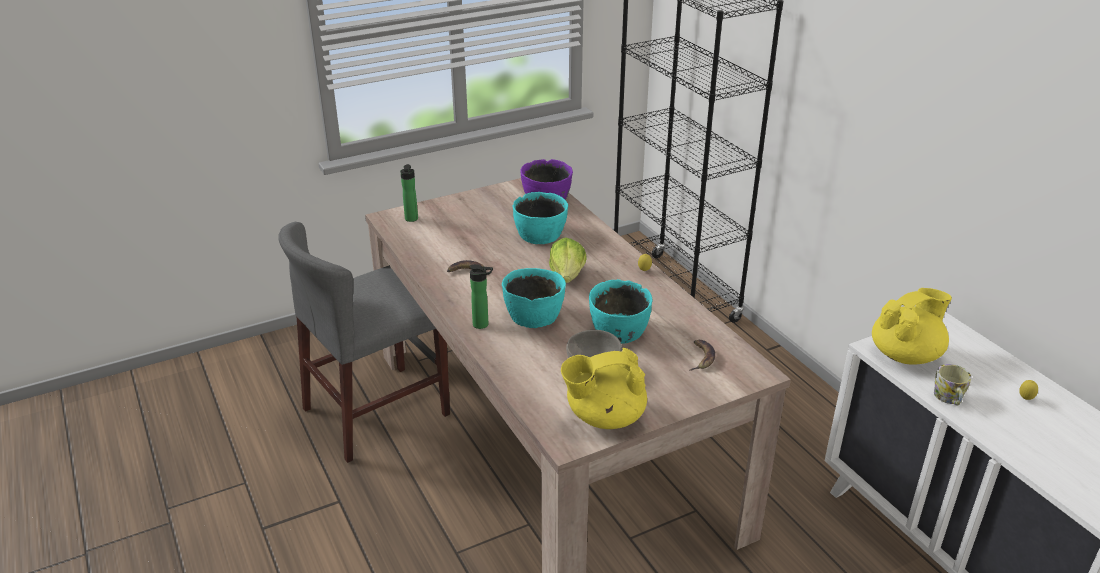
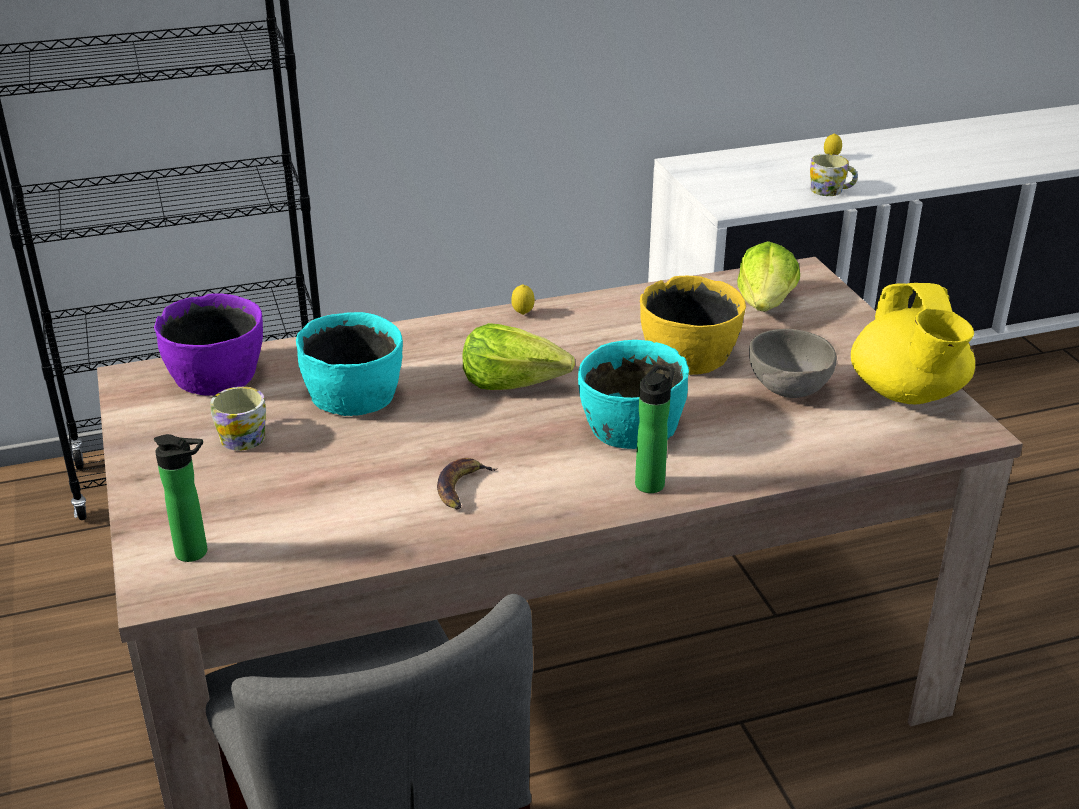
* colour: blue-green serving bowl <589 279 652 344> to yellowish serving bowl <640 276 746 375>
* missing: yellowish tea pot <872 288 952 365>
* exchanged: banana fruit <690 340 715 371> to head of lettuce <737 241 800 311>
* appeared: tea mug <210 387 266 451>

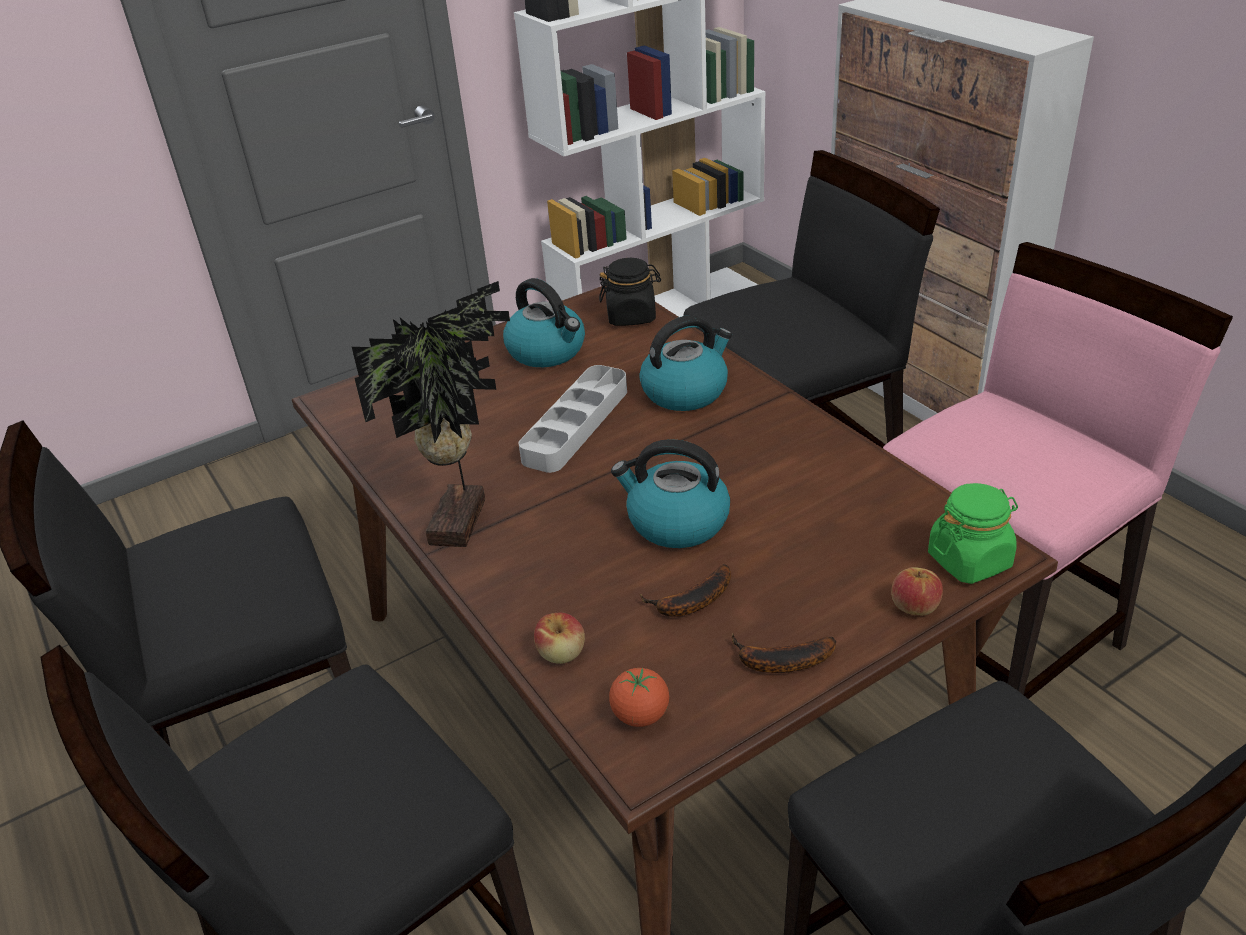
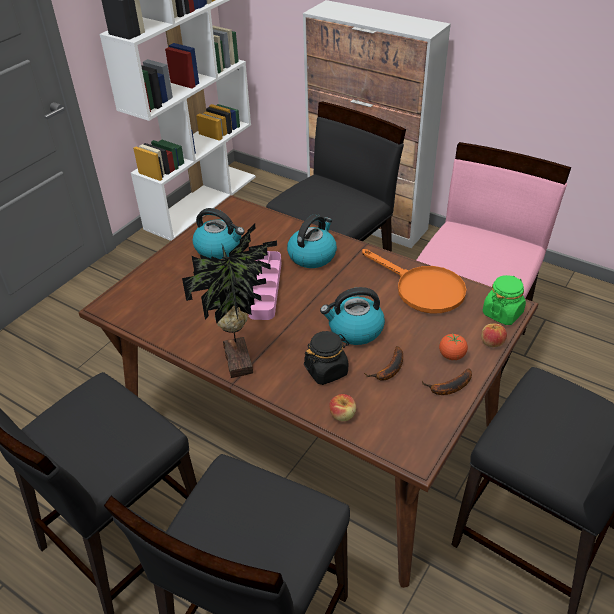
* relocated: black jar <599 258 661 326> to <304 331 349 385>
* colour: greyish tray <518 365 627 473> to pinkish tray <249 251 281 320>
* relocated: whole tomato <609 668 669 727> to <439 334 468 360>
* appeared: orangey pan <362 249 467 313>

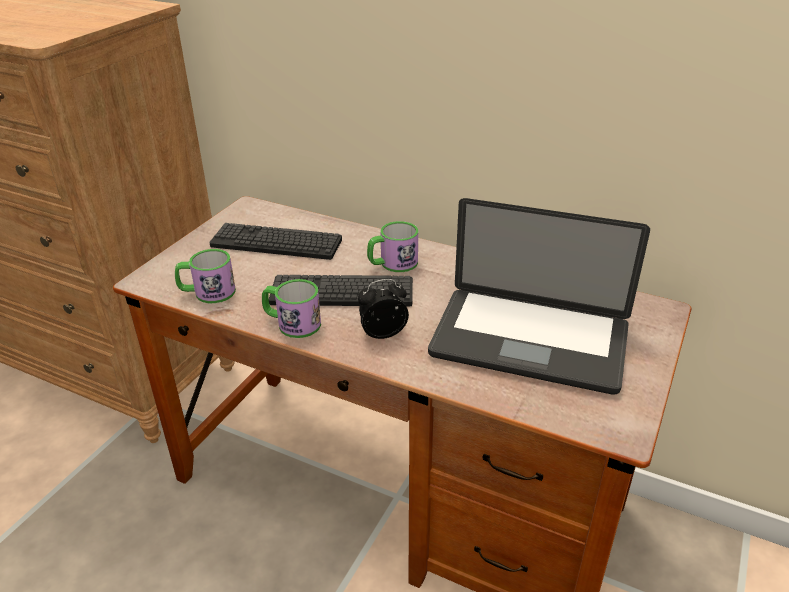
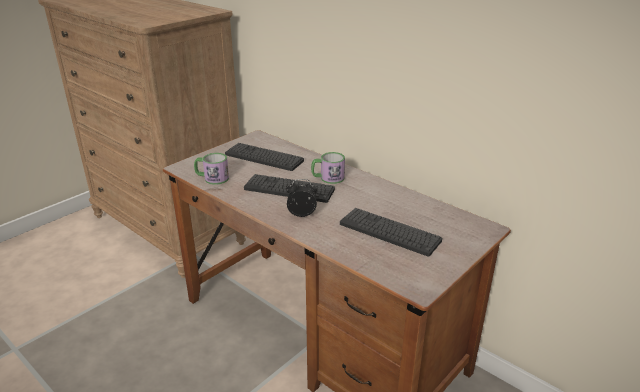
* exchanged: notebook computer <428 198 650 395> to keyboard <340 208 442 257>
* missing: tea mug <262 279 321 338>

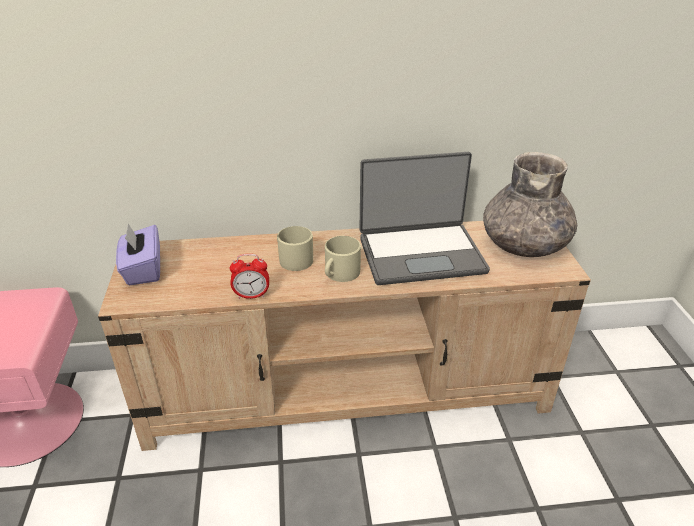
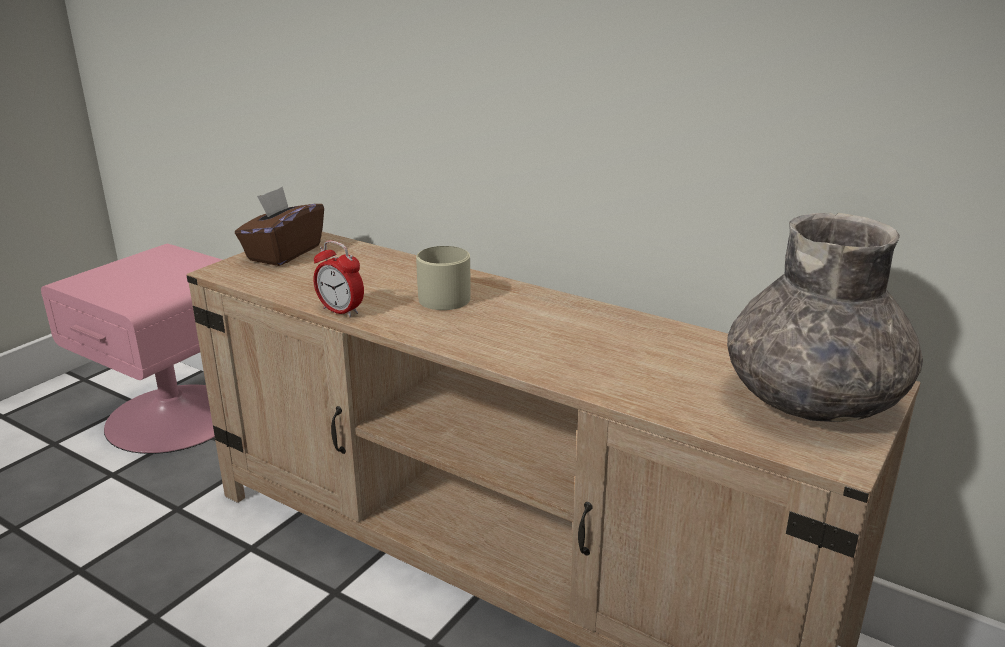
* missing: notebook computer <359 152 490 285>
* colour: purple-coloured box of tissues <116 224 160 285> to brownish box of tissues <235 186 324 266>
* missing: beige tea mug <325 236 361 282>

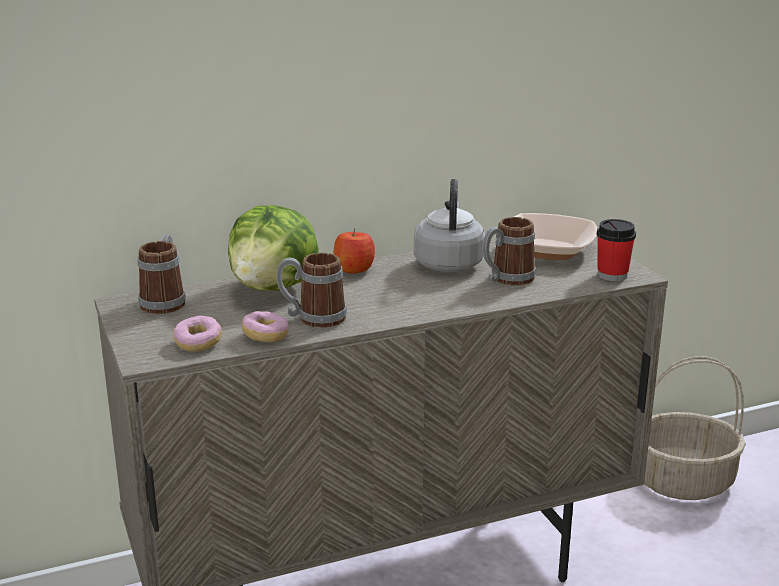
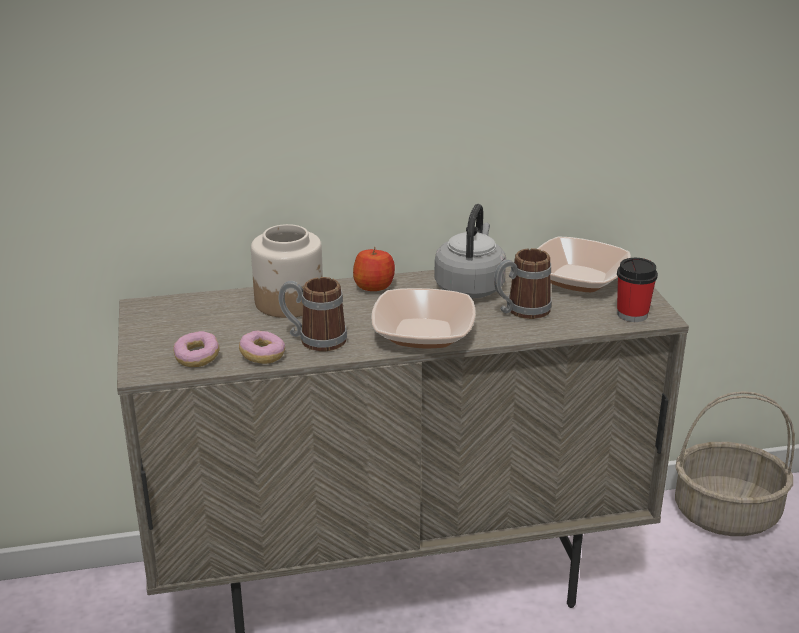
* exchanged: head of lettuce <228 205 319 291> to jar <251 224 323 318>
* missing: tea mug <138 235 186 314>
* appeared: serving bowl <371 288 476 348>

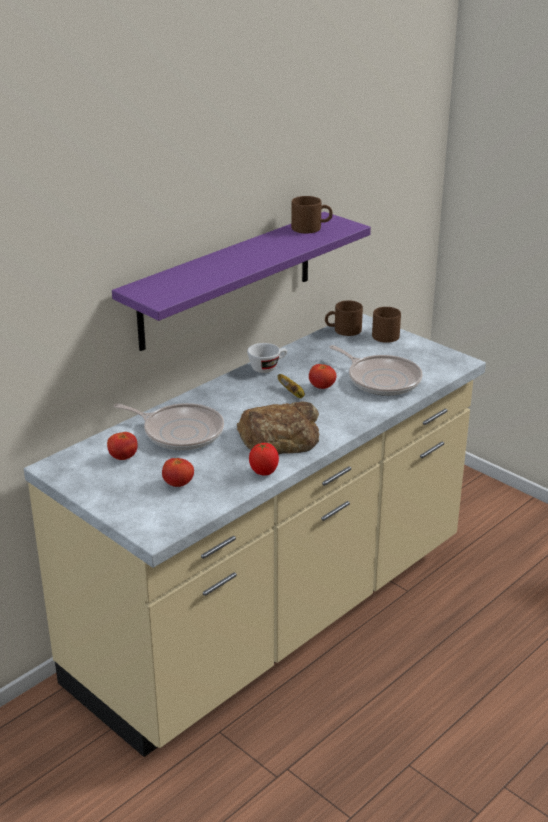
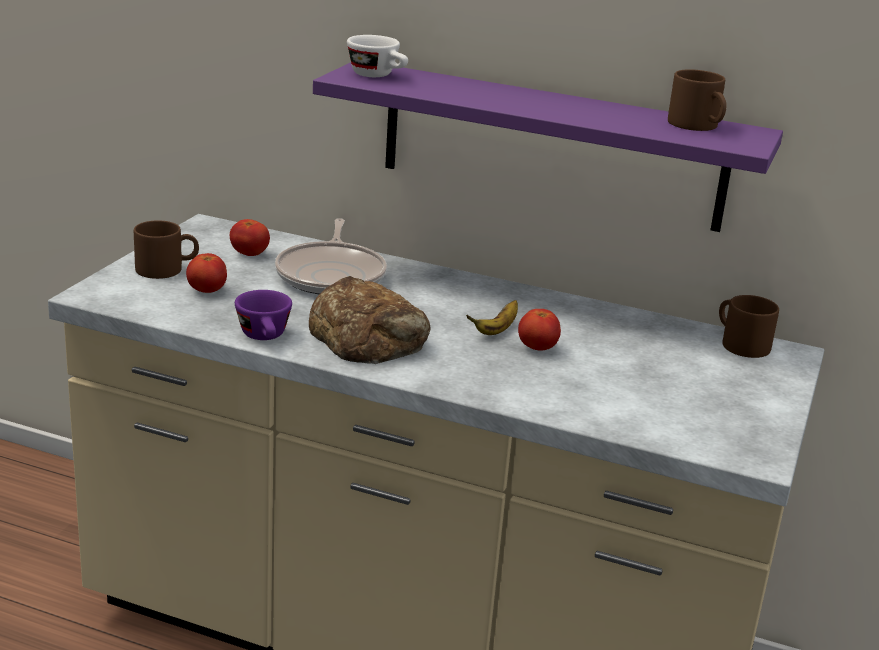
* relocated: brownish tea mug <372 307 401 343> to <134 220 199 279>
* relocated: white drinking cup <247 343 287 373> to <347 35 408 77>
* missing: pan <329 345 423 396>
* exchanged: whole tomato <249 443 279 476> to purple-coloured drinking cup <235 290 292 340>

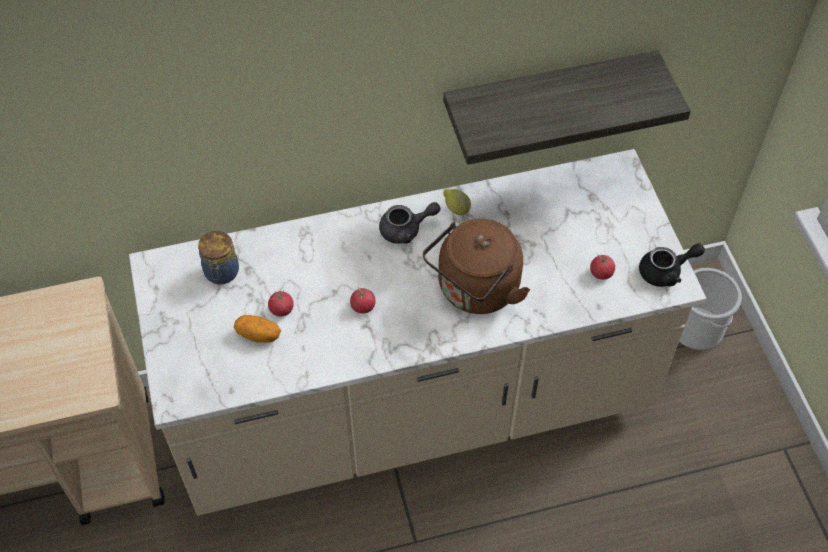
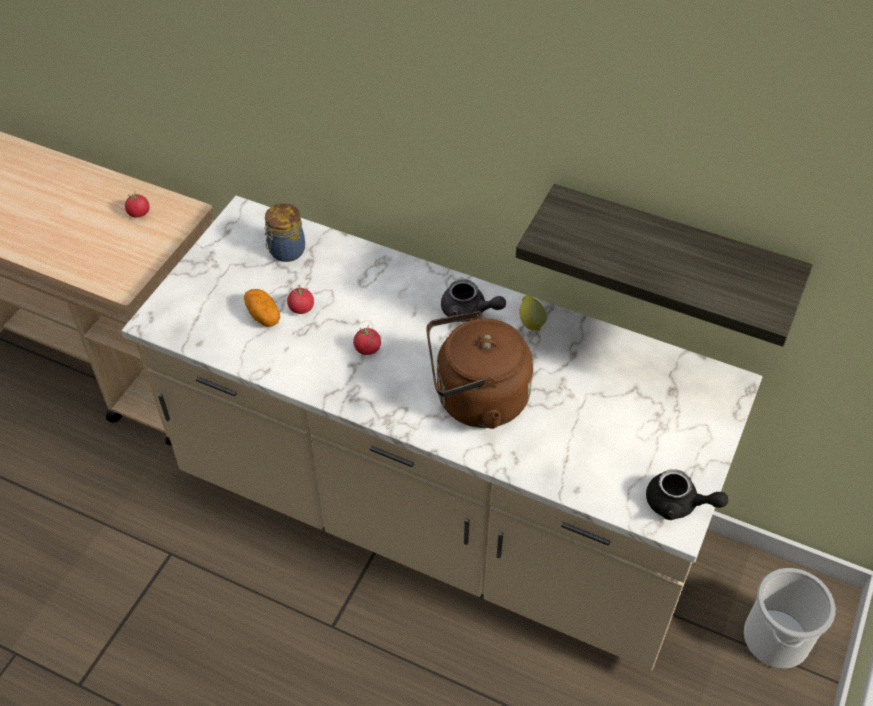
* relocated: whole tomato <590 255 615 280> to <125 192 150 218>

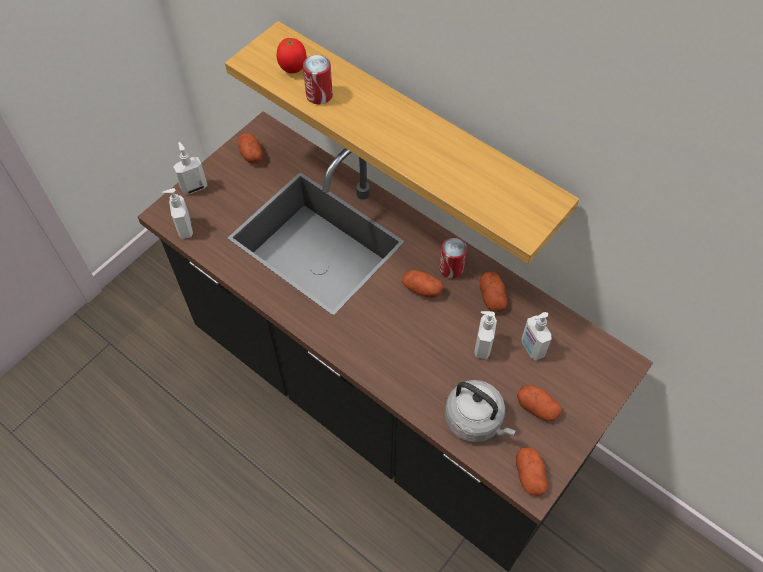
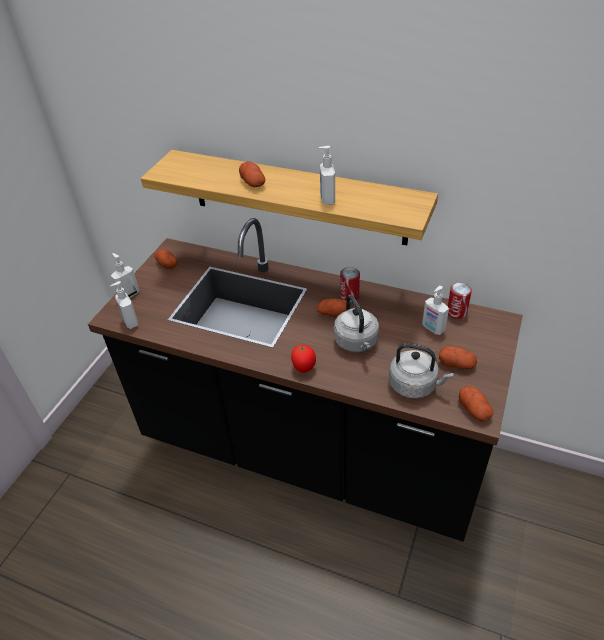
* relocated: whole tomato <277 37 307 73> to <291 345 316 373>
* relocated: can <303 55 333 104> to <448 283 472 319>
* relocated: potato <480 272 507 312> to <239 161 265 187>
* relocated: soap dispenser <474 311 497 360> to <318 146 335 205>
* appeared: greyish kettle <334 295 379 353>

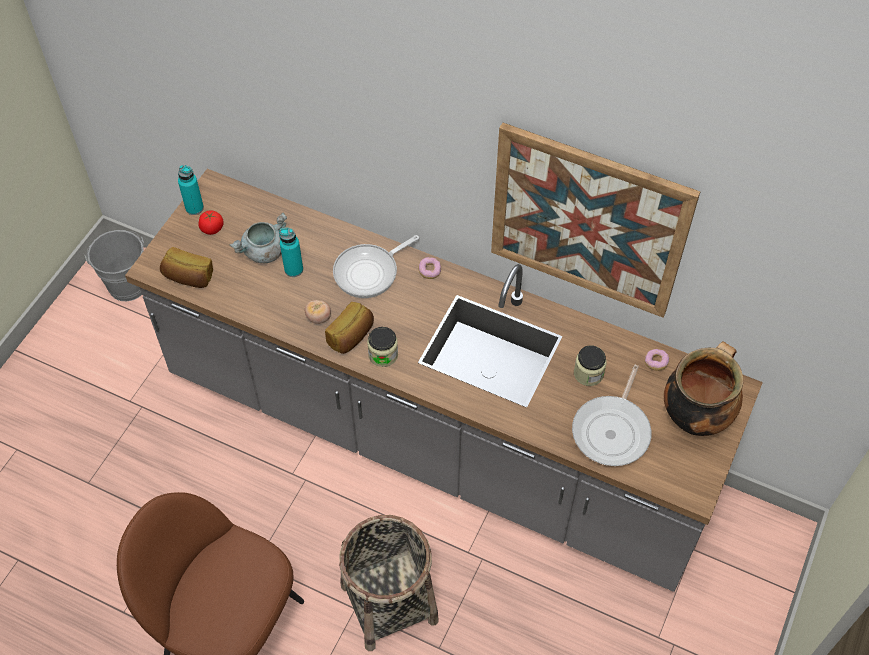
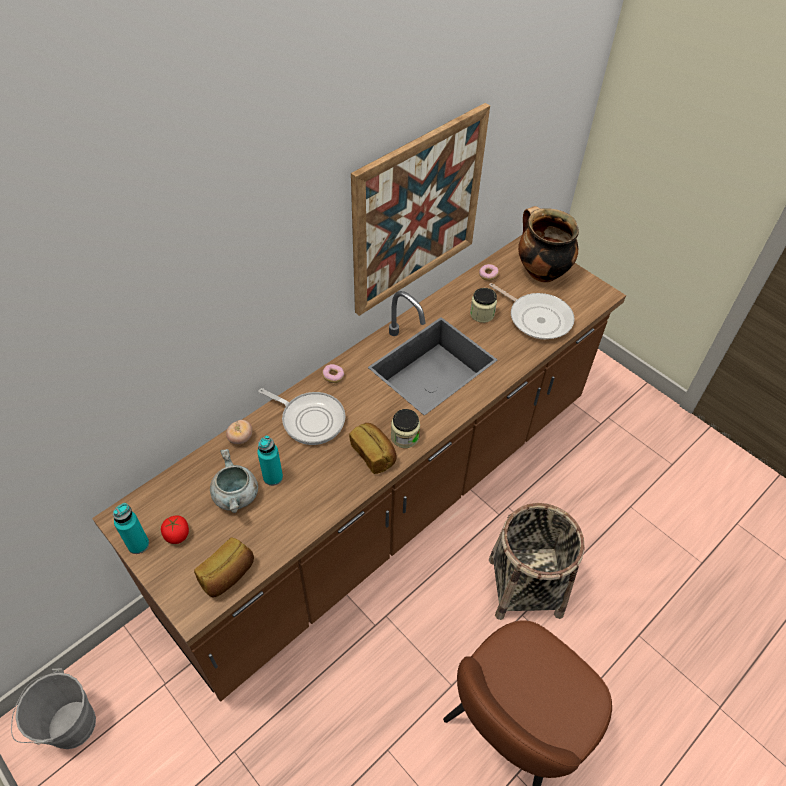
* colour: greyish kitchen counter <125 169 763 592> to brownish kitchen counter <92 234 626 702>
* spun: pan <333 235 419 298> = <259 388 345 445> 45 degrees counterclockwise
* relocated: whole tomato <305 300 331 324> to <226 420 252 444>

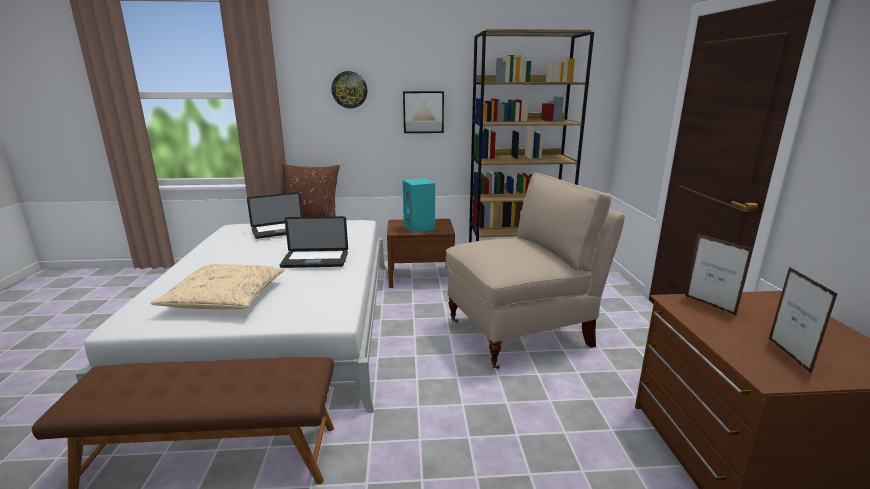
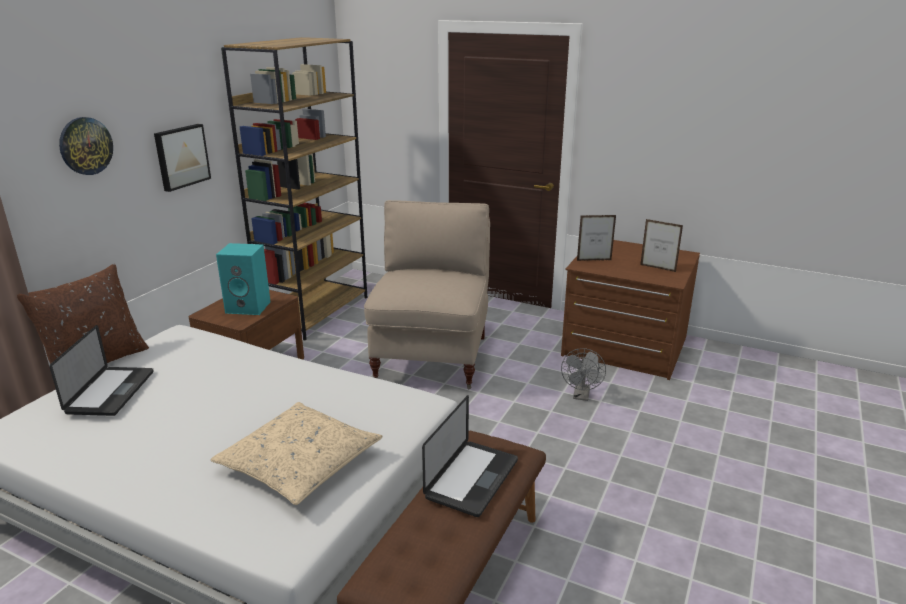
* relocated: notebook computer <280 216 348 268> to <422 395 518 517>
* appeared: greyish fan <561 348 606 401>

